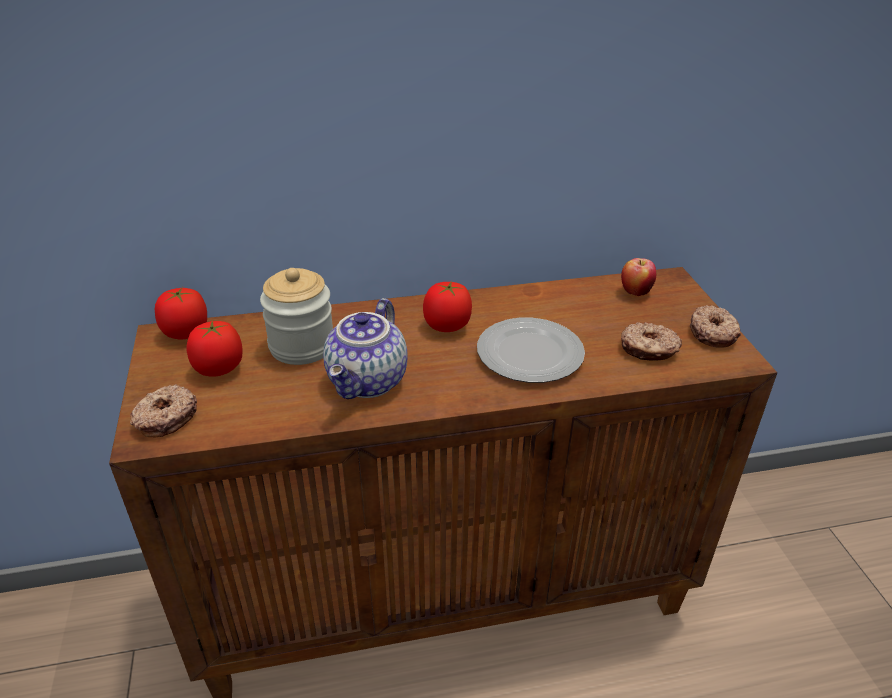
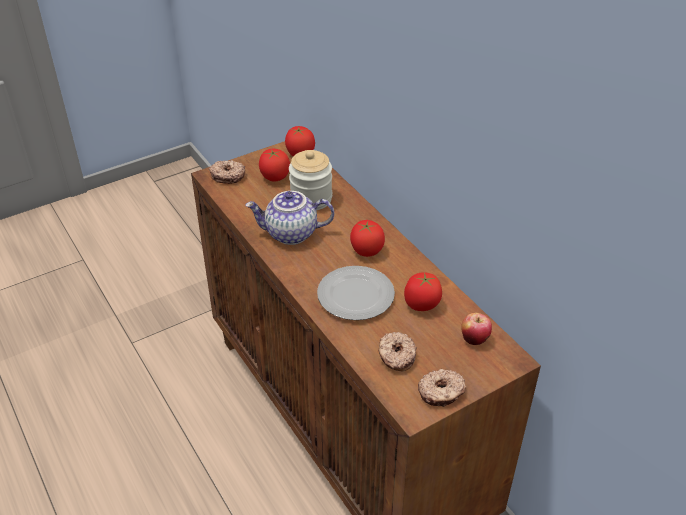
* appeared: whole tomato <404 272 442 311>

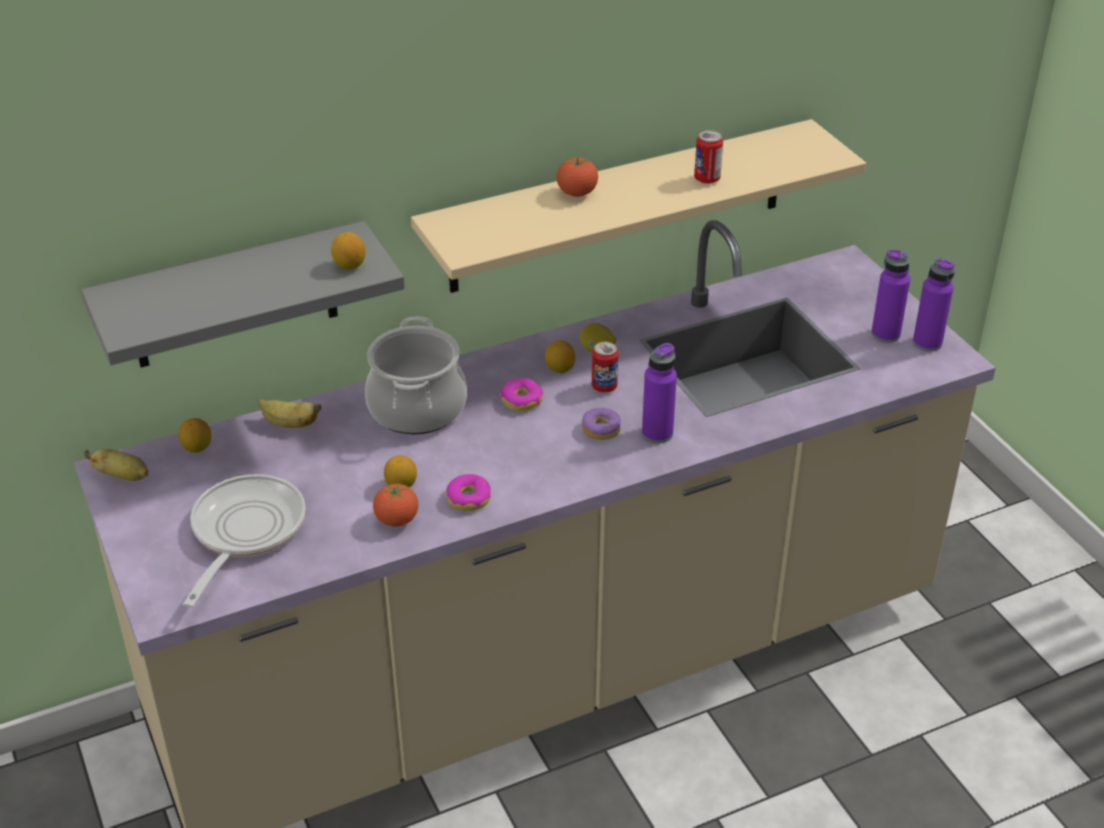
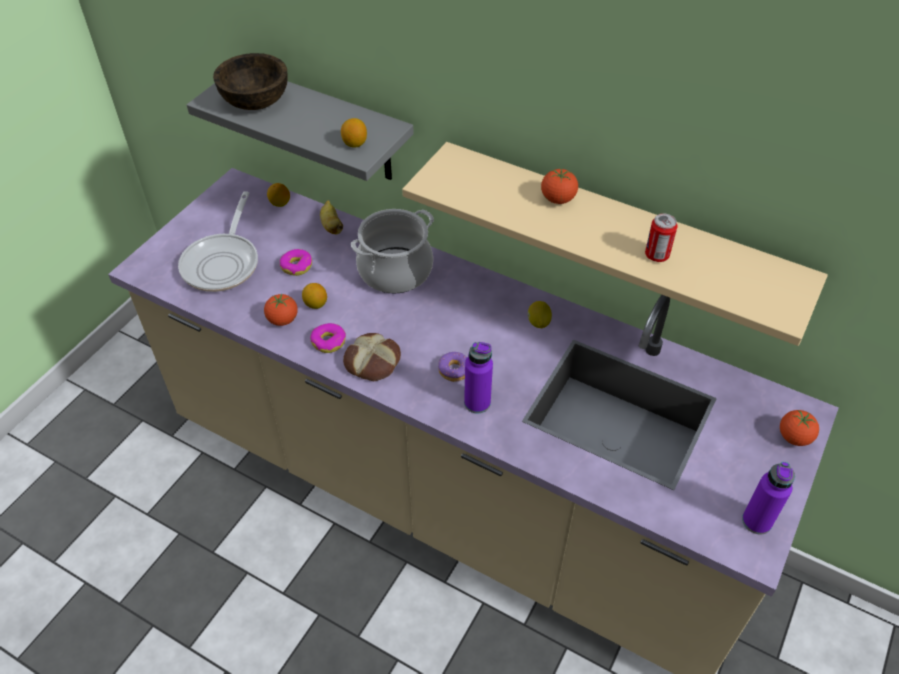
* missing: purple-coloured bottle <871 249 910 343>
* missing: citrus fruit <545 340 575 373>
* missing: can <592 342 618 393>
* relocated: donut <500 378 543 411> to <280 249 312 276>
* missing: banana fruit <84 449 149 481>
* spun: pan <183 474 306 607> = <178 191 258 292> 120 degrees clockwise
* appeared: brownish serving bowl <213 53 287 110>
* appeared: bakery bread <343 333 401 381>
* appeared: whole tomato <780 410 819 446>

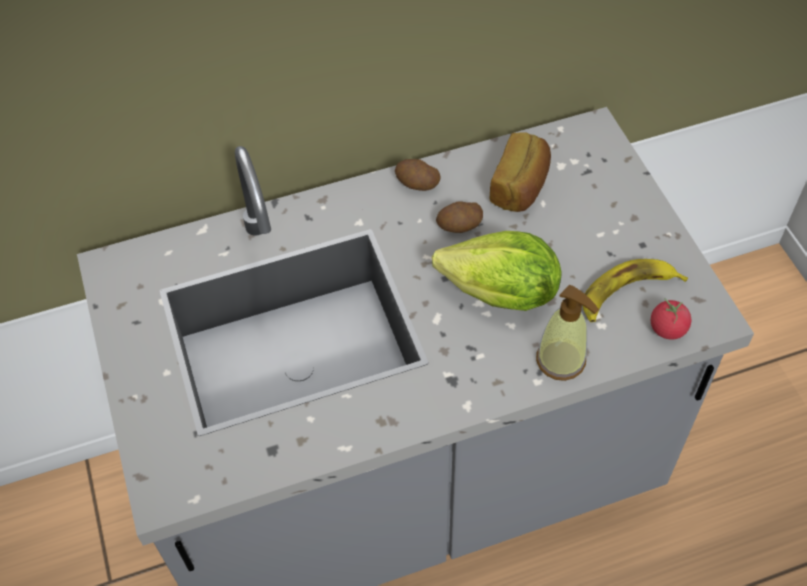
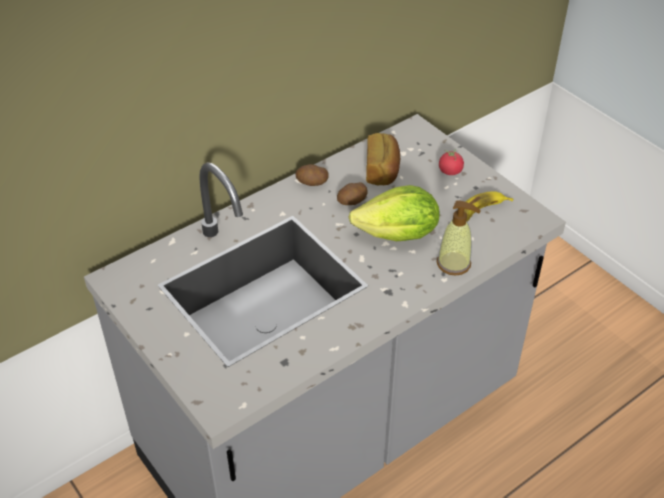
* relocated: whole tomato <651 298 691 340> to <439 149 464 175>

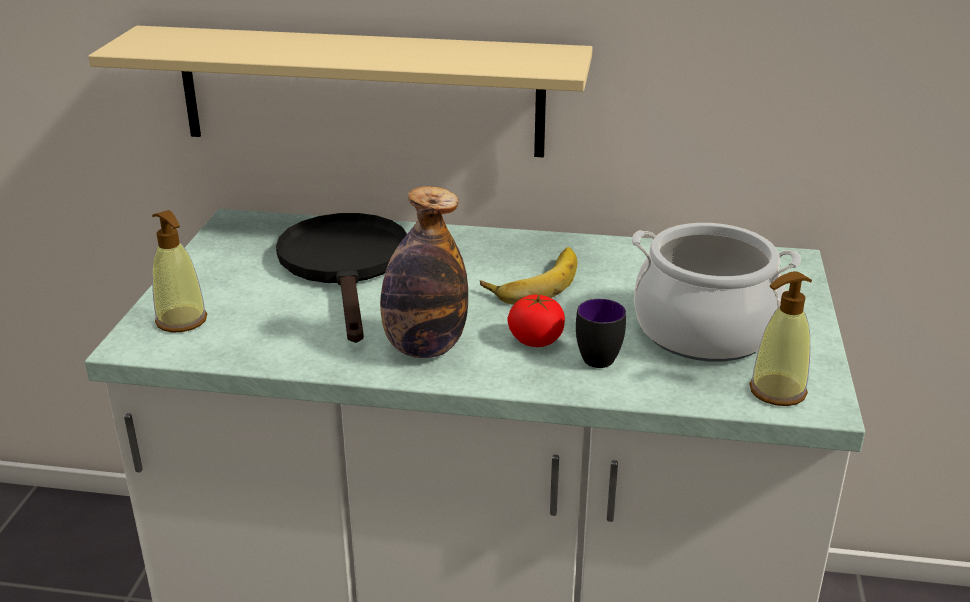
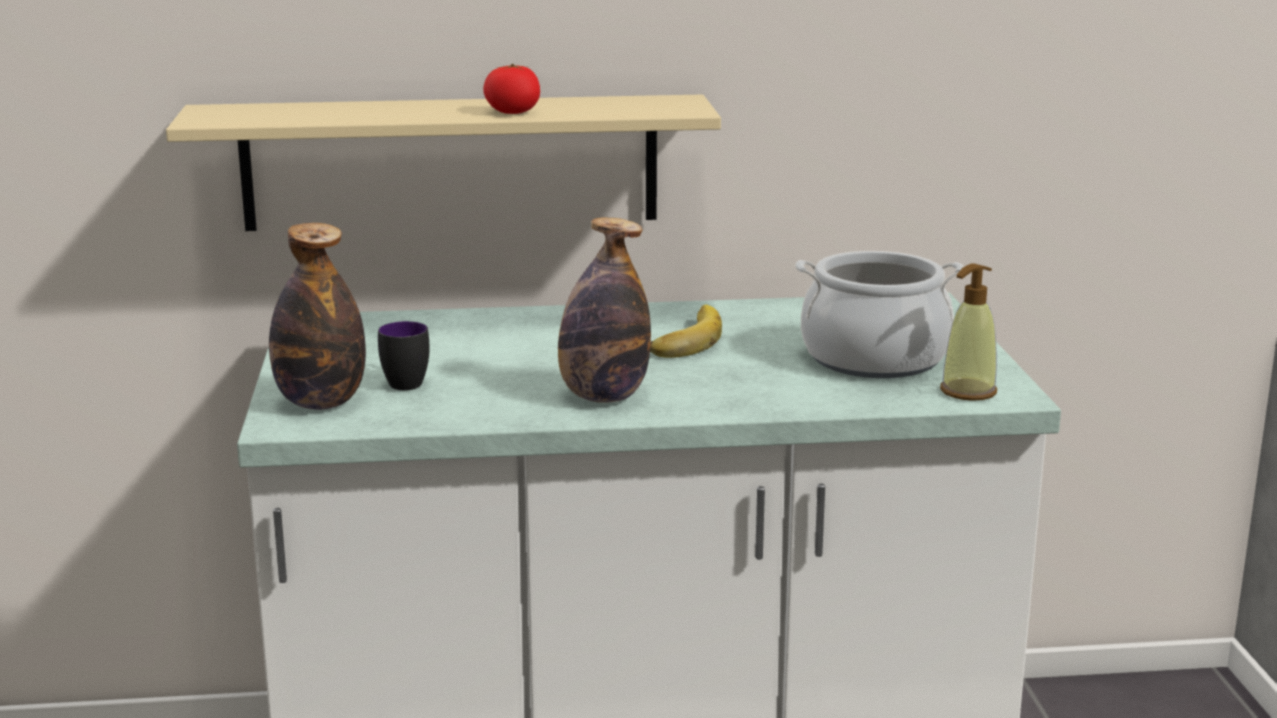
* exchanged: soap dispenser <152 210 207 333> to bottle <269 223 366 410>
* missing: black pan <276 213 407 343>
* relocated: whole tomato <507 294 565 347> to <483 64 540 114>
* relocated: tea mug <576 299 626 368> to <378 321 430 390>

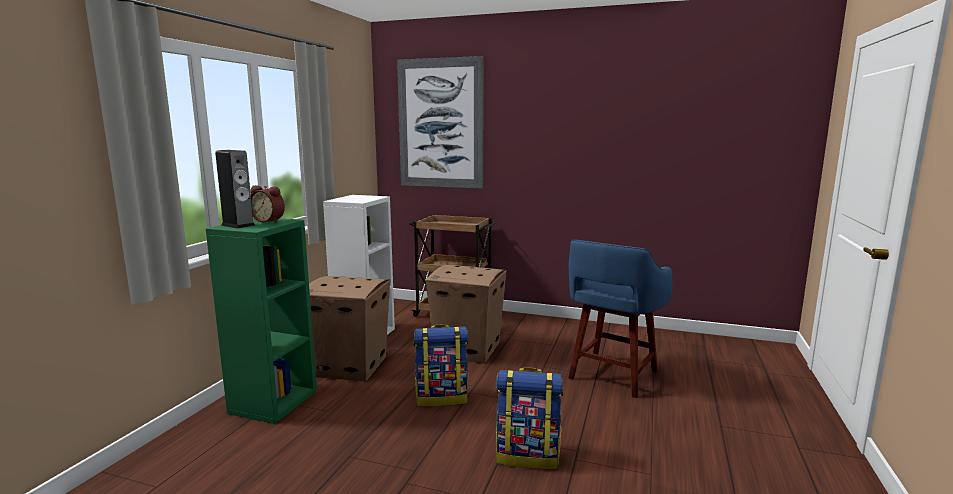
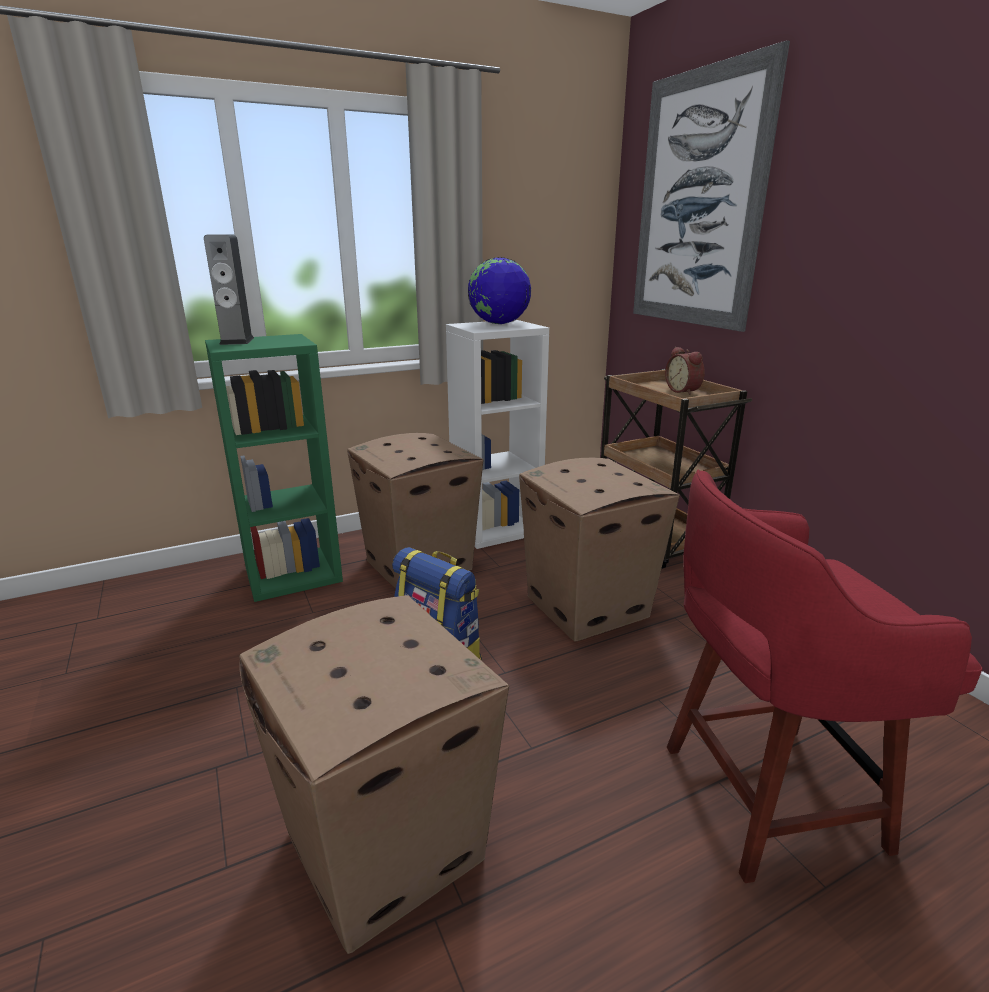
* relocated: alarm clock <251 185 285 223> to <665 347 705 395>
* colour: blue stool seat <568 240 672 398> to red-coloured stool seat <667 470 982 883>
* exchanged: backpack <496 367 563 469> to carton <239 595 510 954>
* appeared: world globe <468 257 531 324>

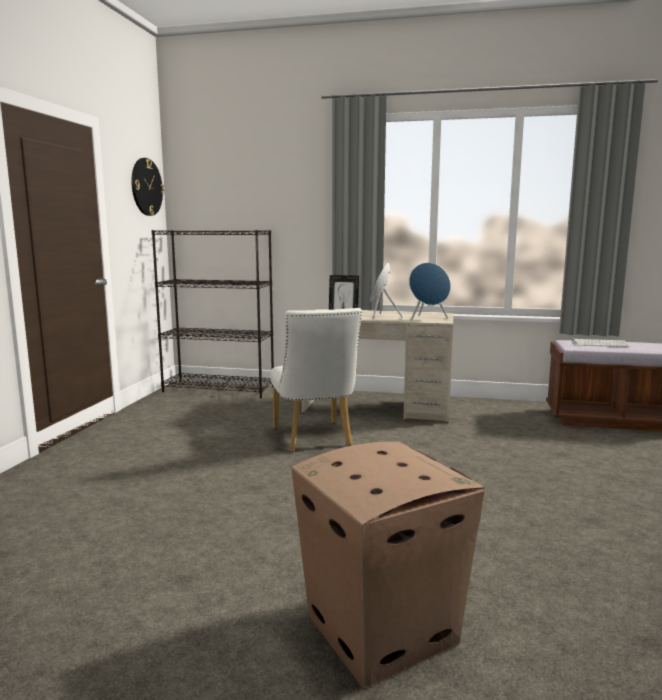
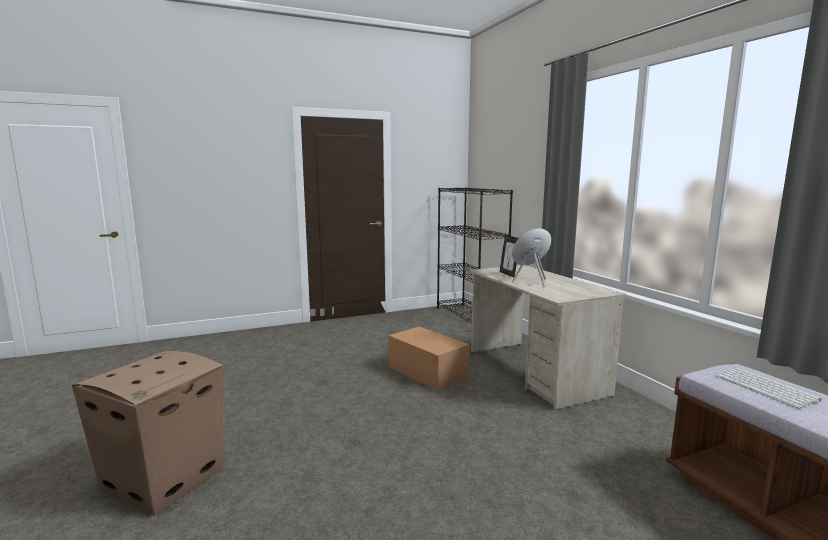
* missing: clock on the wall <131 158 164 216>
* missing: blue loudspeaker <409 263 451 320>
* exchanged: white plain chair <270 308 362 452> to carton <388 327 470 391>

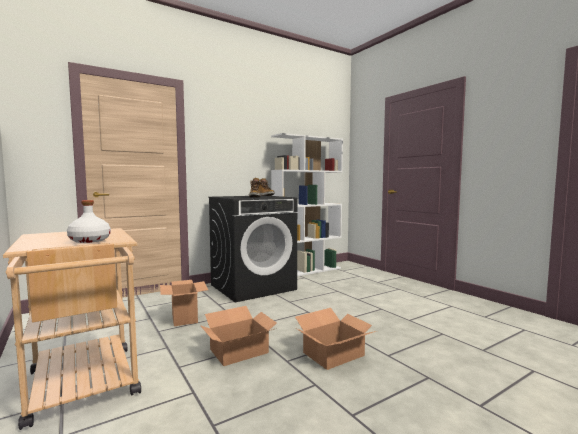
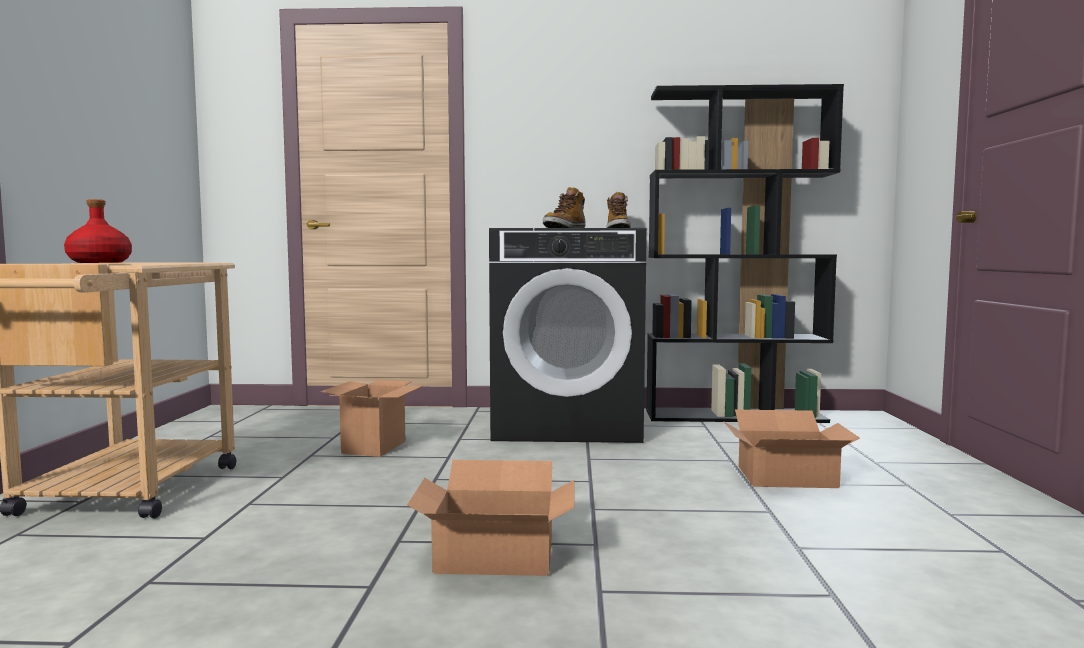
* colour: white bookshelf <271 133 343 276> to black bookshelf <646 84 844 423>
* colour: white bottle <67 200 111 243> to red-coloured bottle <64 199 132 263>
* relocated: carton <200 306 277 366> to <723 410 860 488>

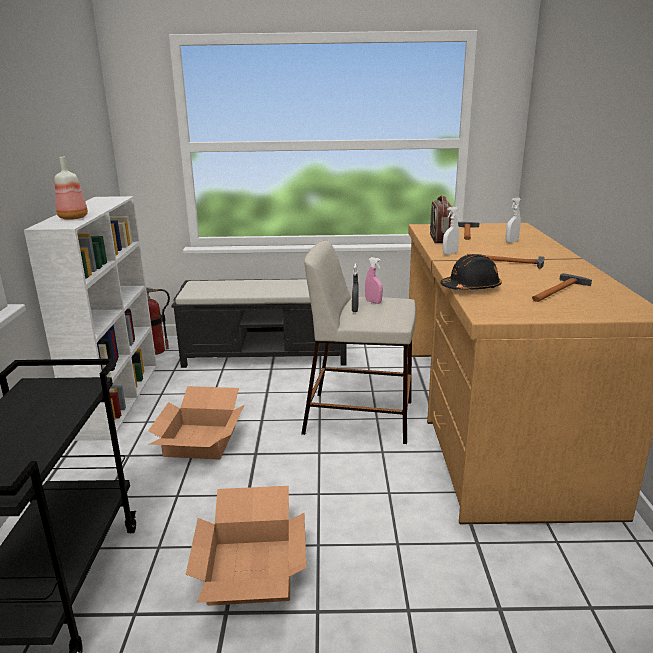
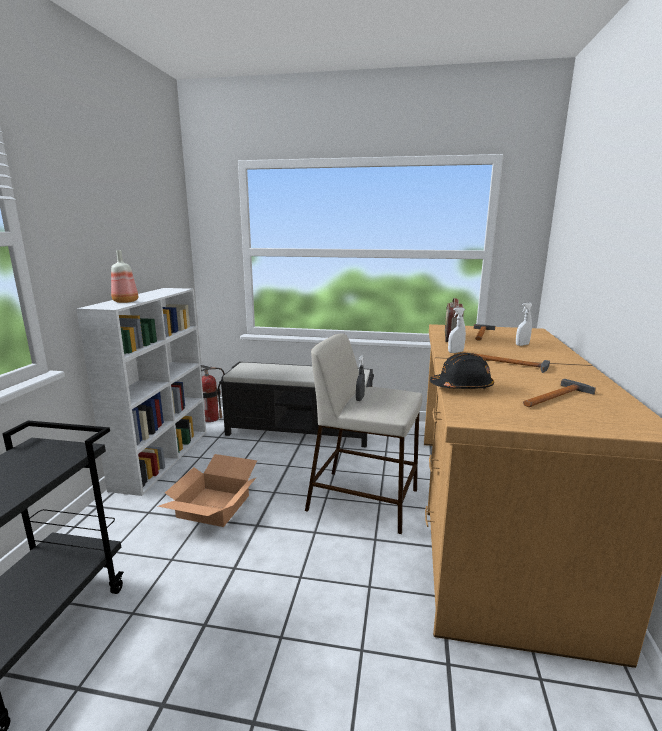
* missing: pinkish sprayer <365 257 383 304>
* missing: carton <186 486 306 606>

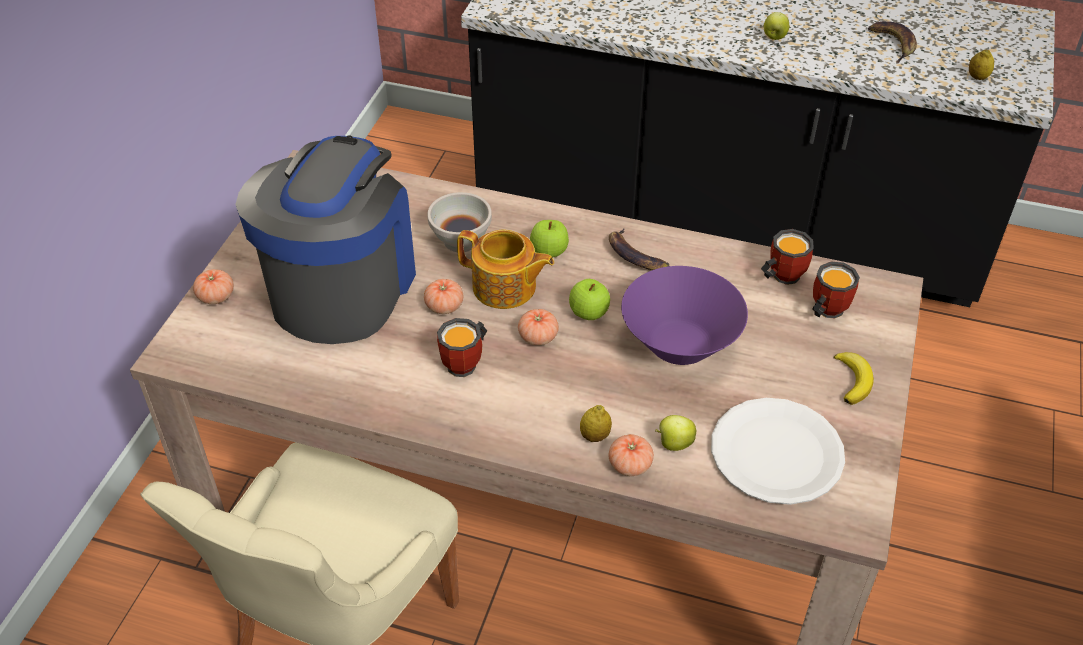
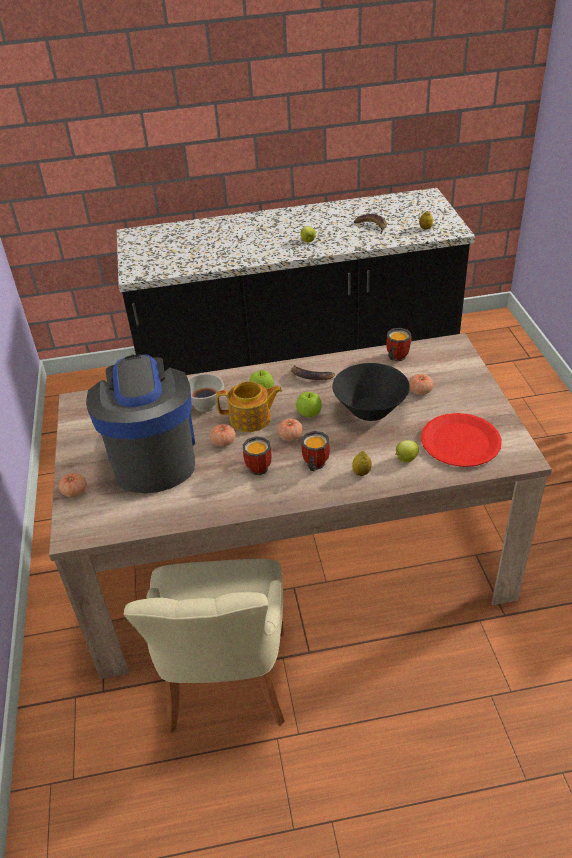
* relocated: tea mug <812 262 860 319> to <301 431 330 471>
* colour: purple-coloured serving bowl <621 266 748 365> to black serving bowl <332 363 410 421>
* missing: banana fruit <833 352 874 405>
* colour: white plate <711 398 845 505> to red-coloured plate <421 413 502 467>
* relocated: whole tomato <609 434 654 476> to <409 374 433 395>

